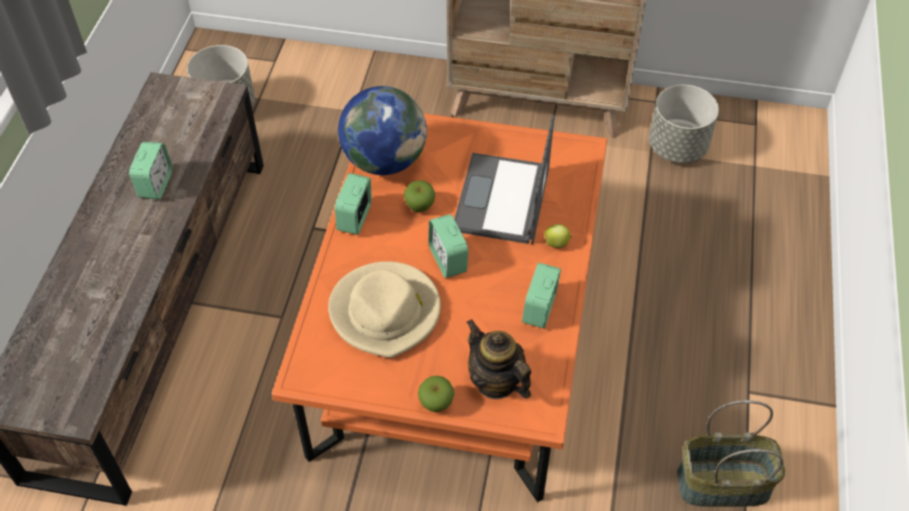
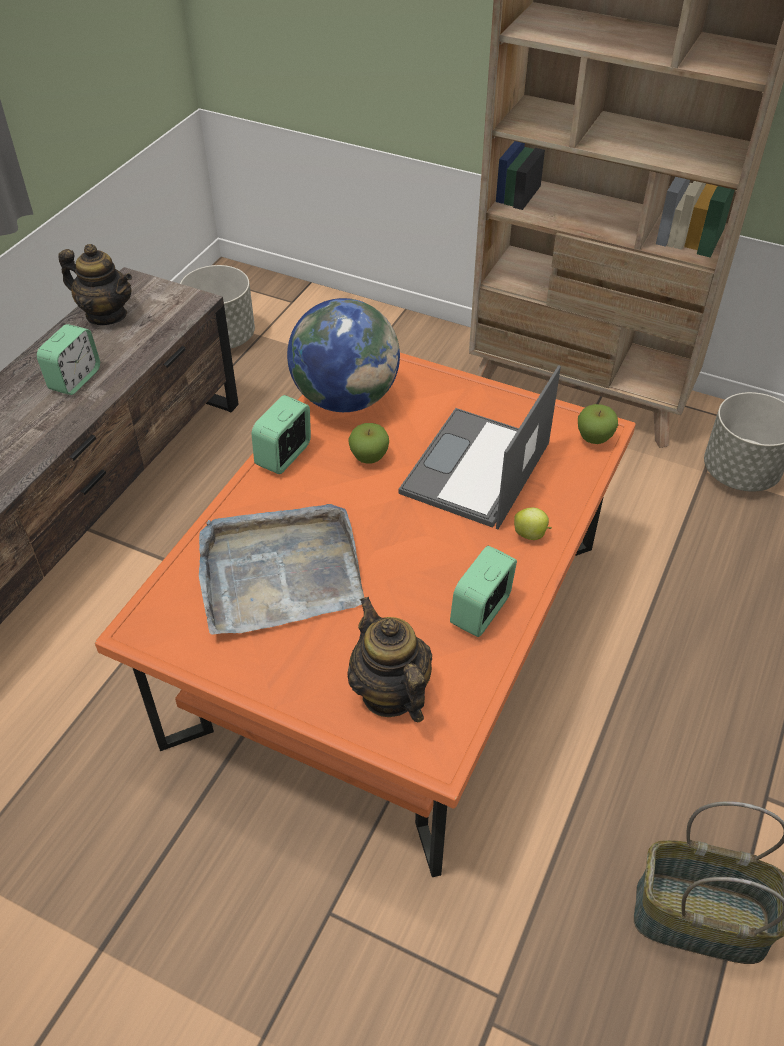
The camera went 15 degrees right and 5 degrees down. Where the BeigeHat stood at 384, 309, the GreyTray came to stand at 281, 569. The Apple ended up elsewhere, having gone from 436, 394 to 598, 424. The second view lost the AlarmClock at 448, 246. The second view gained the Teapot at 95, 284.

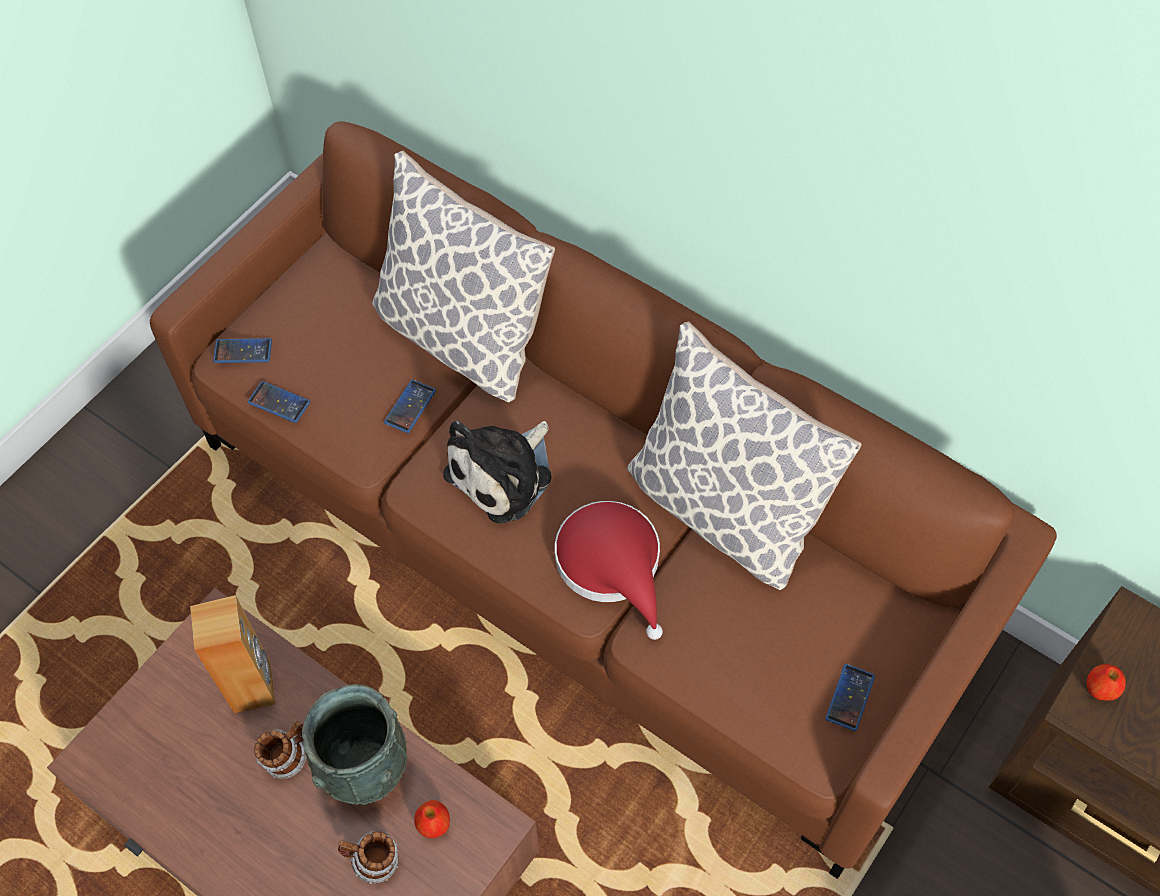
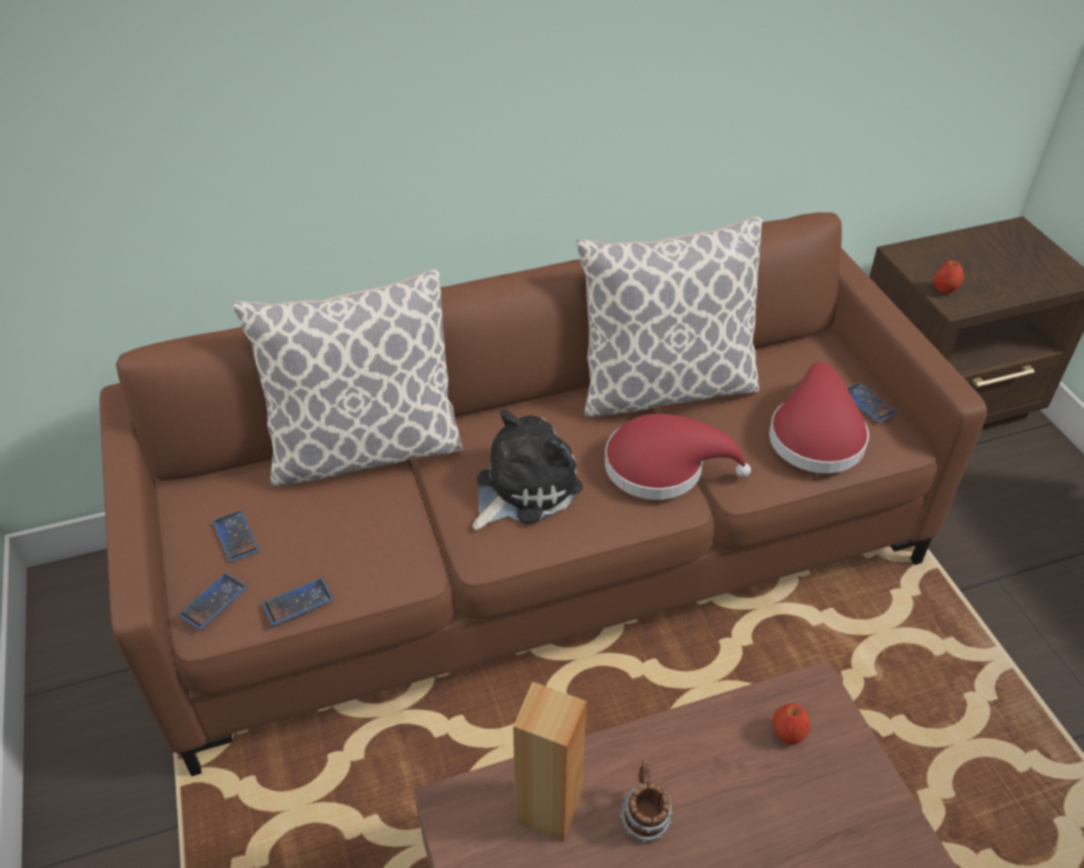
The camera went 55 degrees left and 15 degrees down. The second view lost the GreyVase at 355, 744. The second view lost the Mug at 368, 857. The Phone ended up elsewhere, having gone from 410, 406 to 235, 536. The PlushToy at 497, 472 ended up facing another way, 120 degrees counterclockwise from before. The second view gained the RedHat at 819, 417.

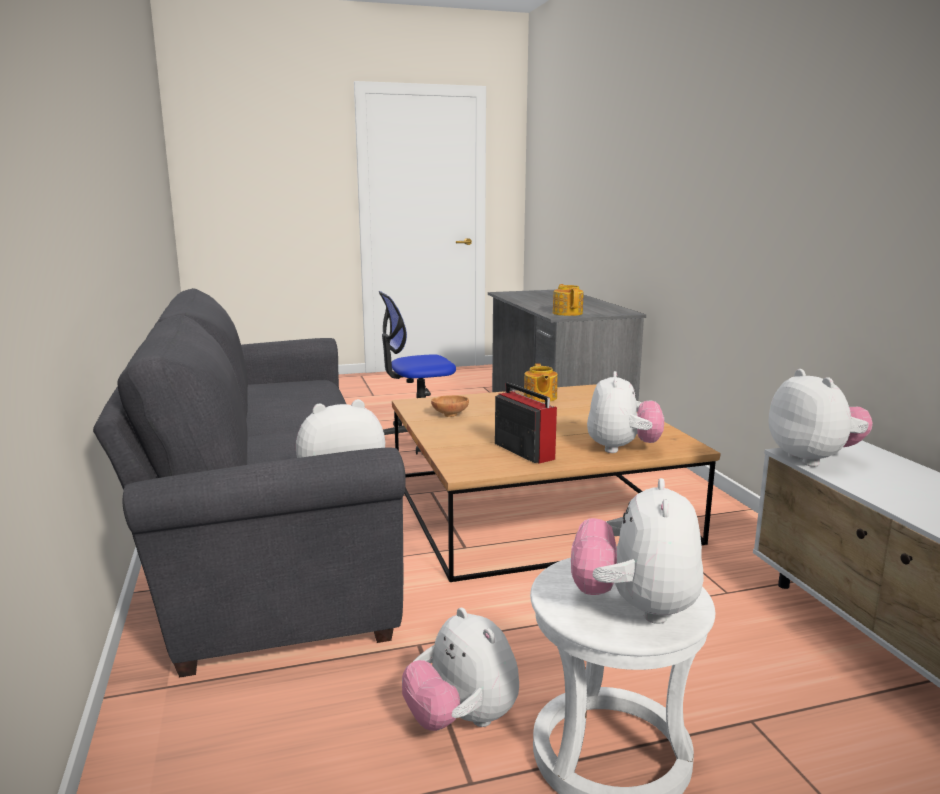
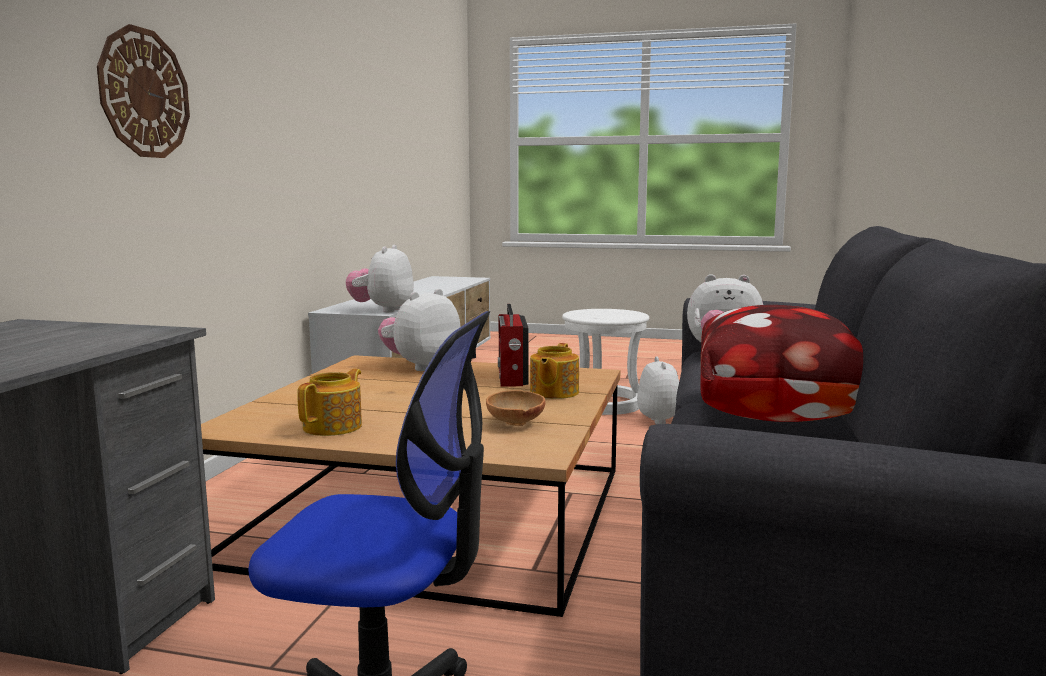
The camera went 150 degrees left and 5 degrees down. The Teapot ended up elsewhere, having gone from 568, 300 to 554, 371. The second view lost the PlushToy at 637, 551. The second view gained the WallClock at 143, 91. The second view gained the Pillow at 781, 363.

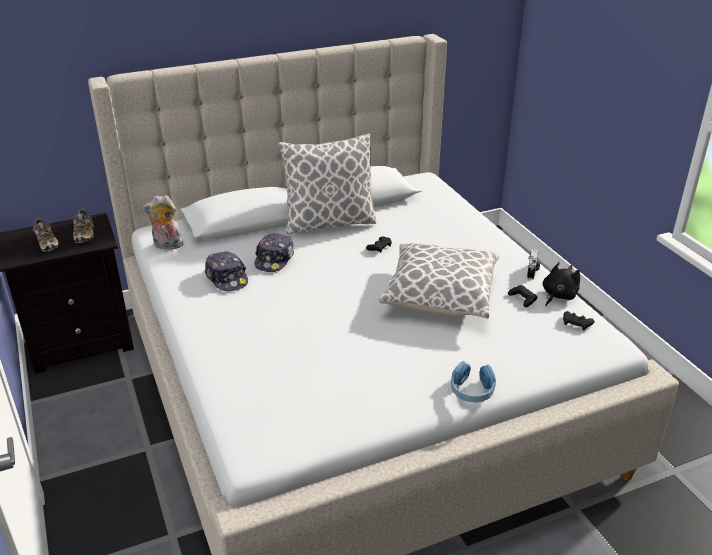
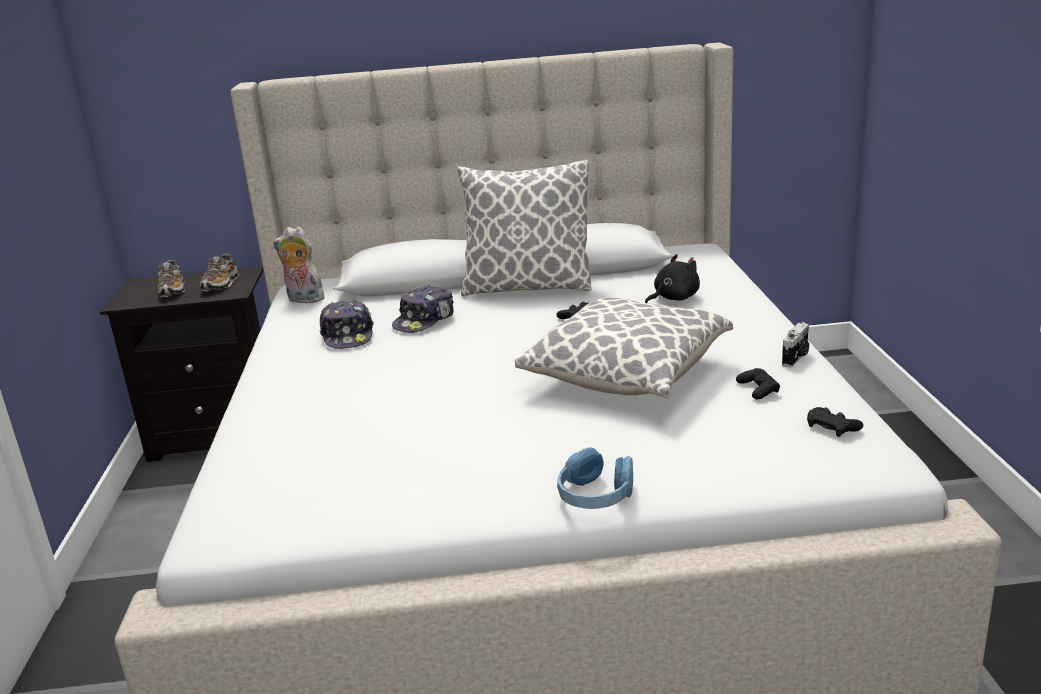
The camera went 20 degrees right and 10 degrees down. The BlackPlushToy ended up elsewhere, having gone from 561, 284 to 672, 278.

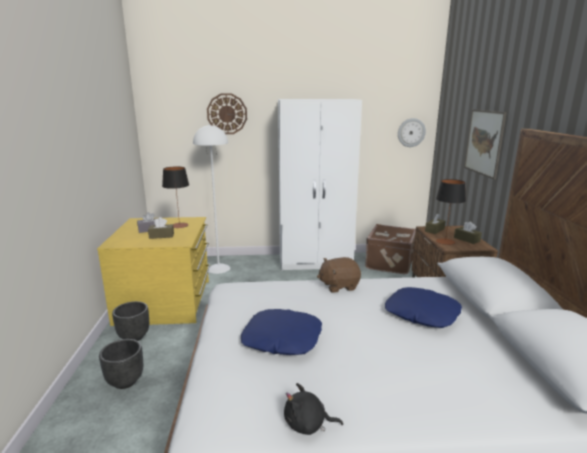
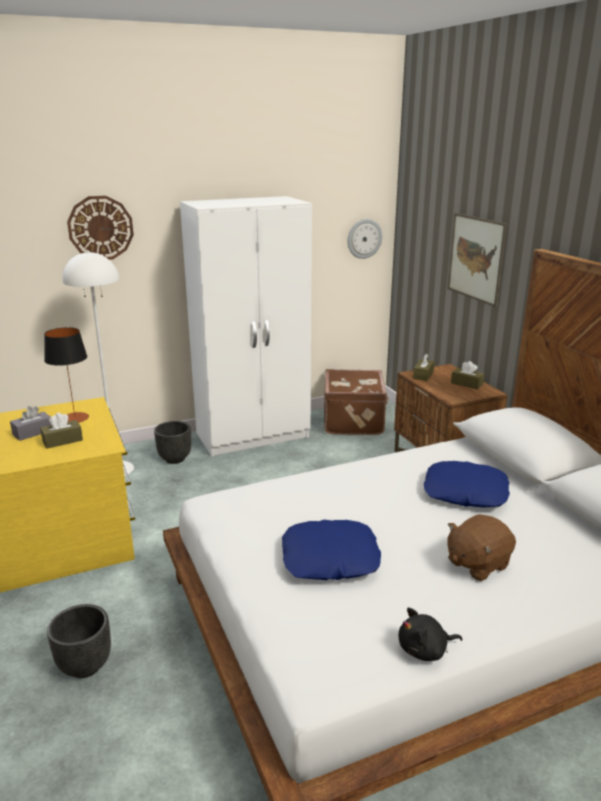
The camera went 20 degrees left and 5 degrees up. The BlackPlanter ended up elsewhere, having gone from 130, 321 to 172, 442. The BrownPlushToy ended up elsewhere, having gone from 339, 275 to 481, 547. The second view lost the TableLamp at 451, 212.

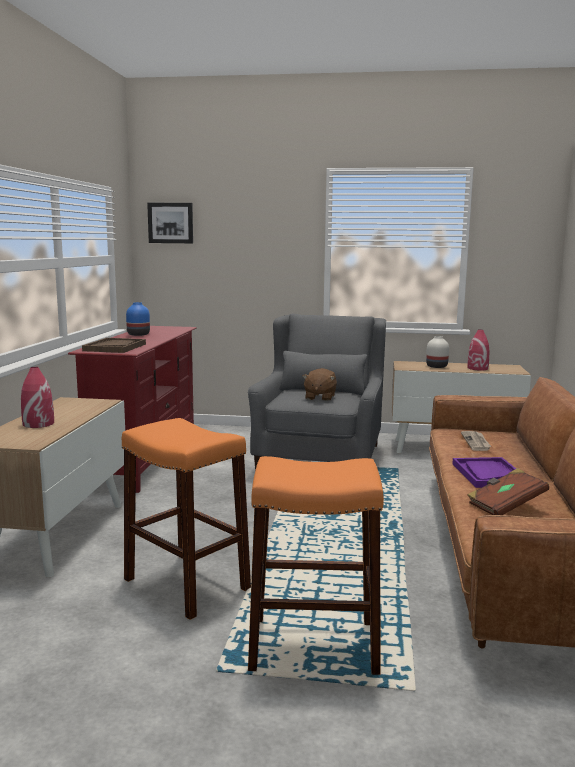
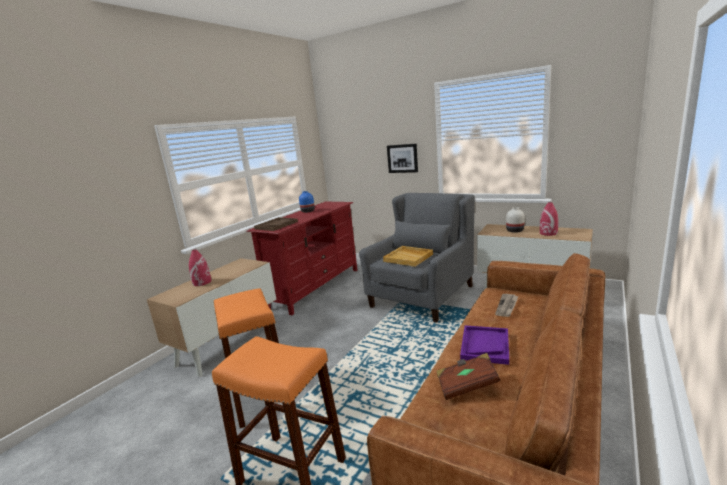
The camera went 25 degrees right and 5 degrees up. The Picture ended up elsewhere, having gone from 170, 223 to 402, 158. Where the BrownPlushToy stood at 319, 384, the BeigeTray came to stand at 408, 256.

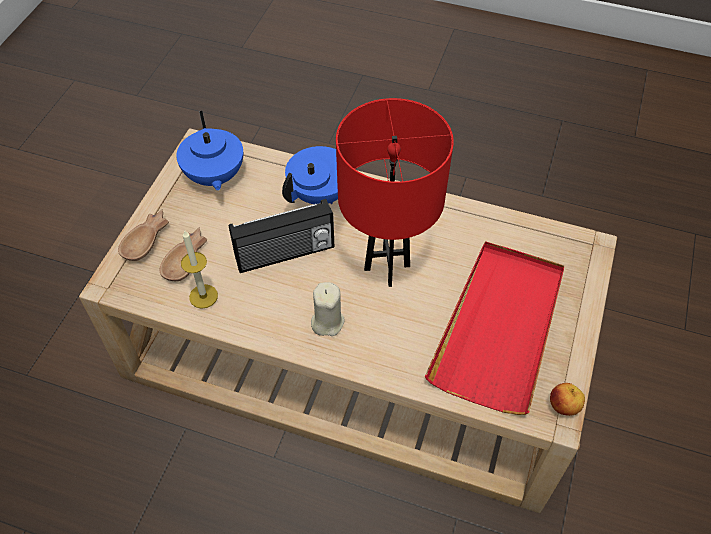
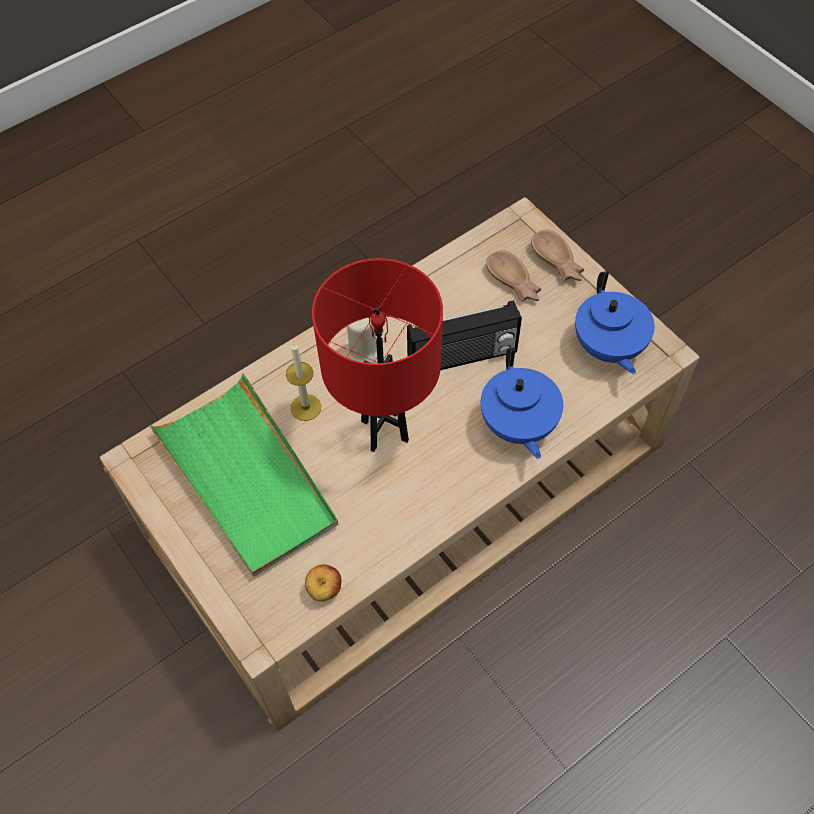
The camera went 125 degrees right and 5 degrees up. The BlueTeapot at 209, 151 ended up facing another way, 120 degrees counterclockwise from before. The Candle ended up elsewhere, having gone from 199, 269 to 303, 381. The Radio at 281, 236 ended up facing another way, 120 degrees counterclockwise from before. What was the RedTray at 494, 328 turned into the GreenTray at 243, 474. The Apple ended up elsewhere, having gone from 567, 399 to 323, 583.

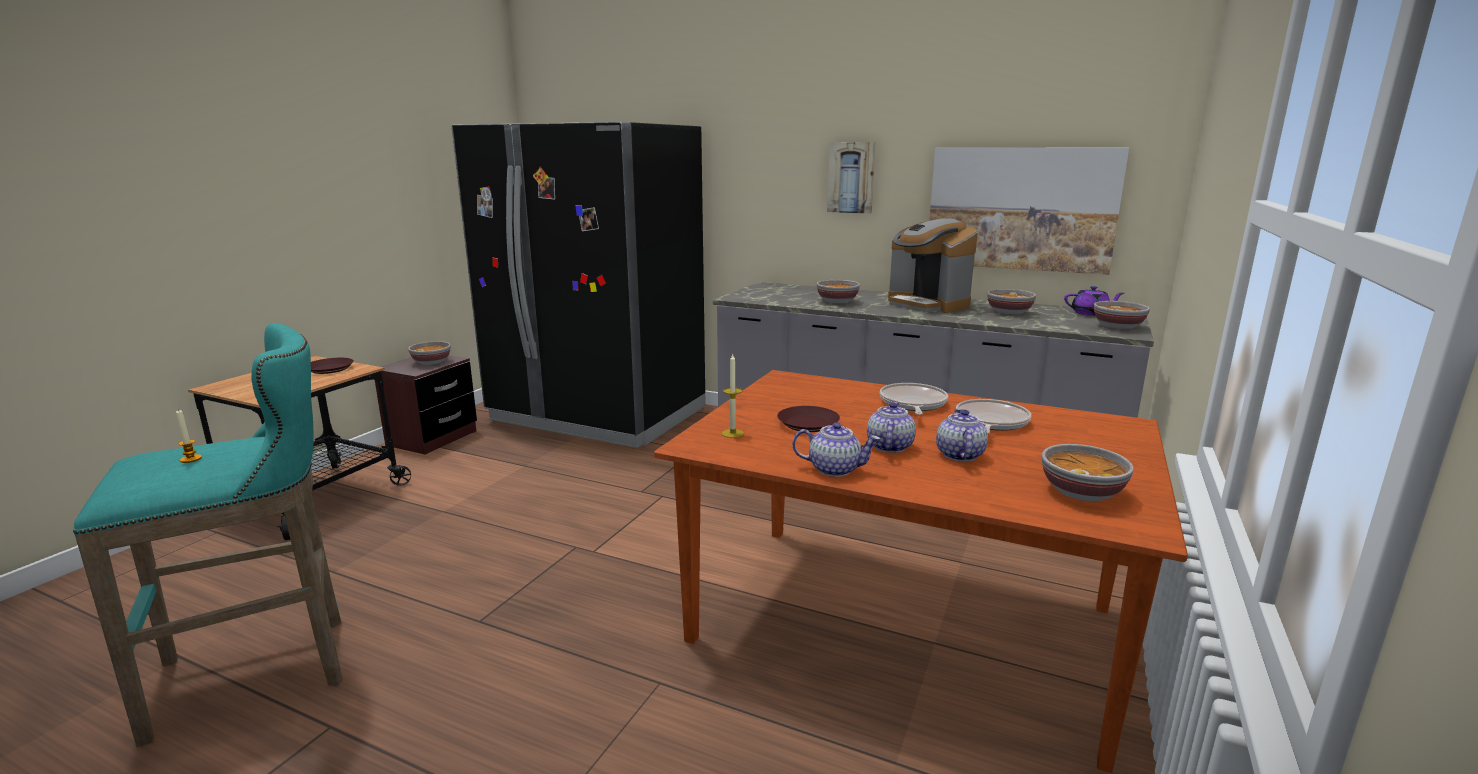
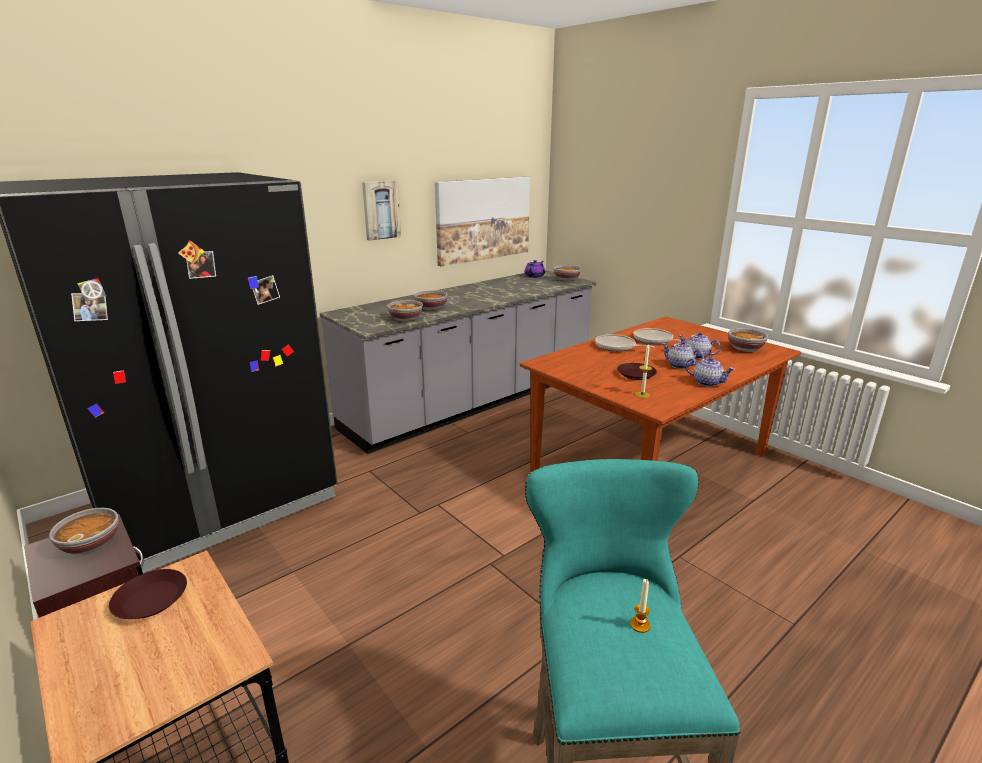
The camera went 65 degrees left and 5 degrees up. The Teapot at 836, 449 ended up facing another way, 90 degrees clockwise from before. The second view lost the CoffeeMachine at 933, 265. The Bowl ended up elsewhere, having gone from 1011, 302 to 405, 311.

